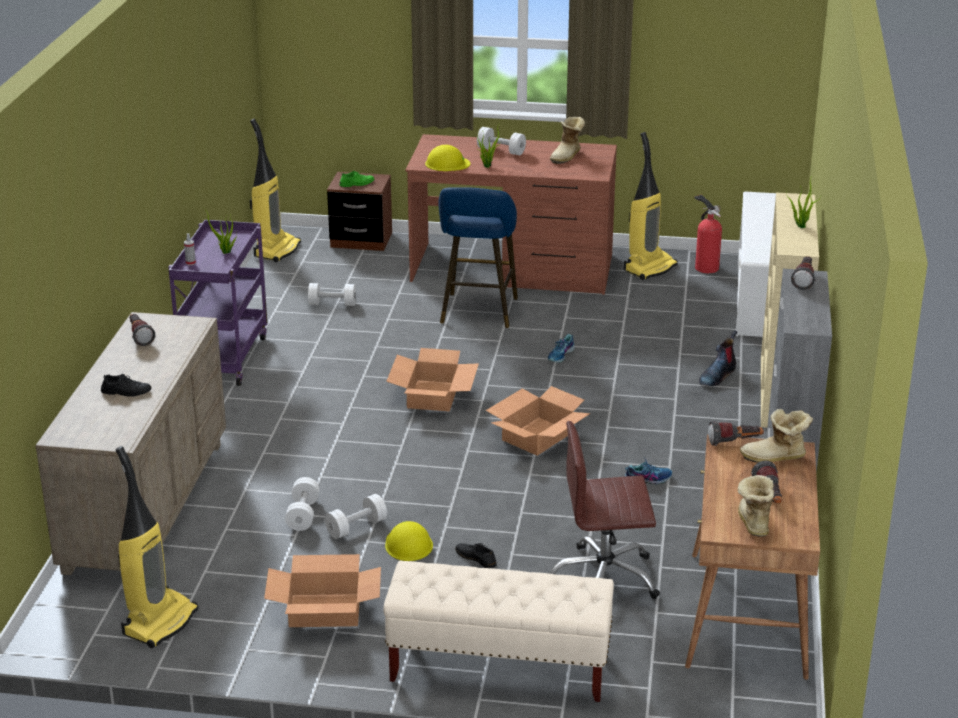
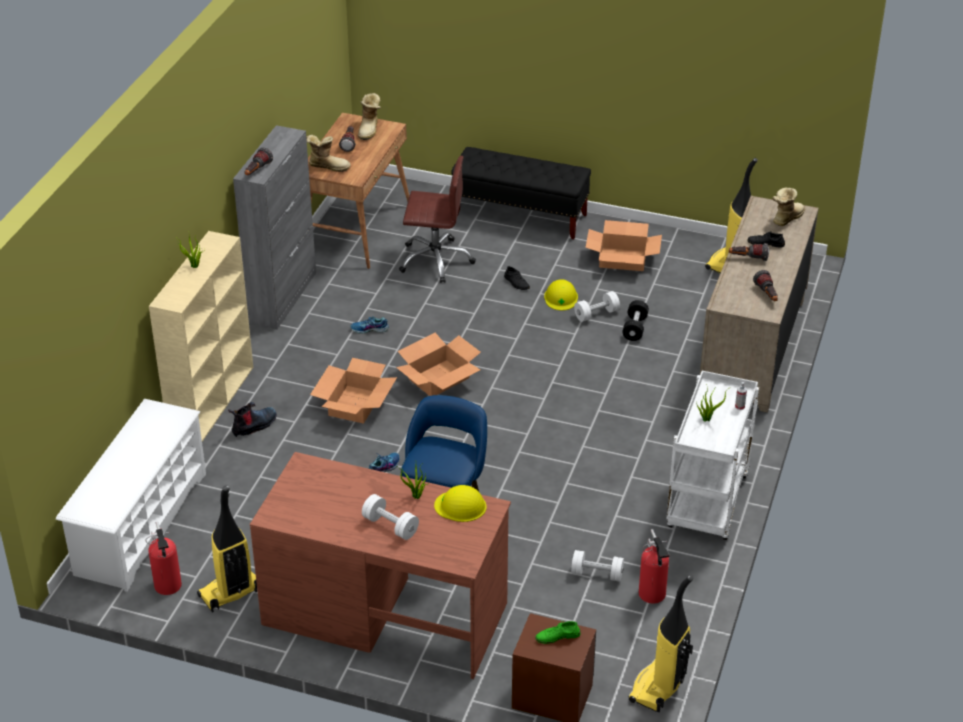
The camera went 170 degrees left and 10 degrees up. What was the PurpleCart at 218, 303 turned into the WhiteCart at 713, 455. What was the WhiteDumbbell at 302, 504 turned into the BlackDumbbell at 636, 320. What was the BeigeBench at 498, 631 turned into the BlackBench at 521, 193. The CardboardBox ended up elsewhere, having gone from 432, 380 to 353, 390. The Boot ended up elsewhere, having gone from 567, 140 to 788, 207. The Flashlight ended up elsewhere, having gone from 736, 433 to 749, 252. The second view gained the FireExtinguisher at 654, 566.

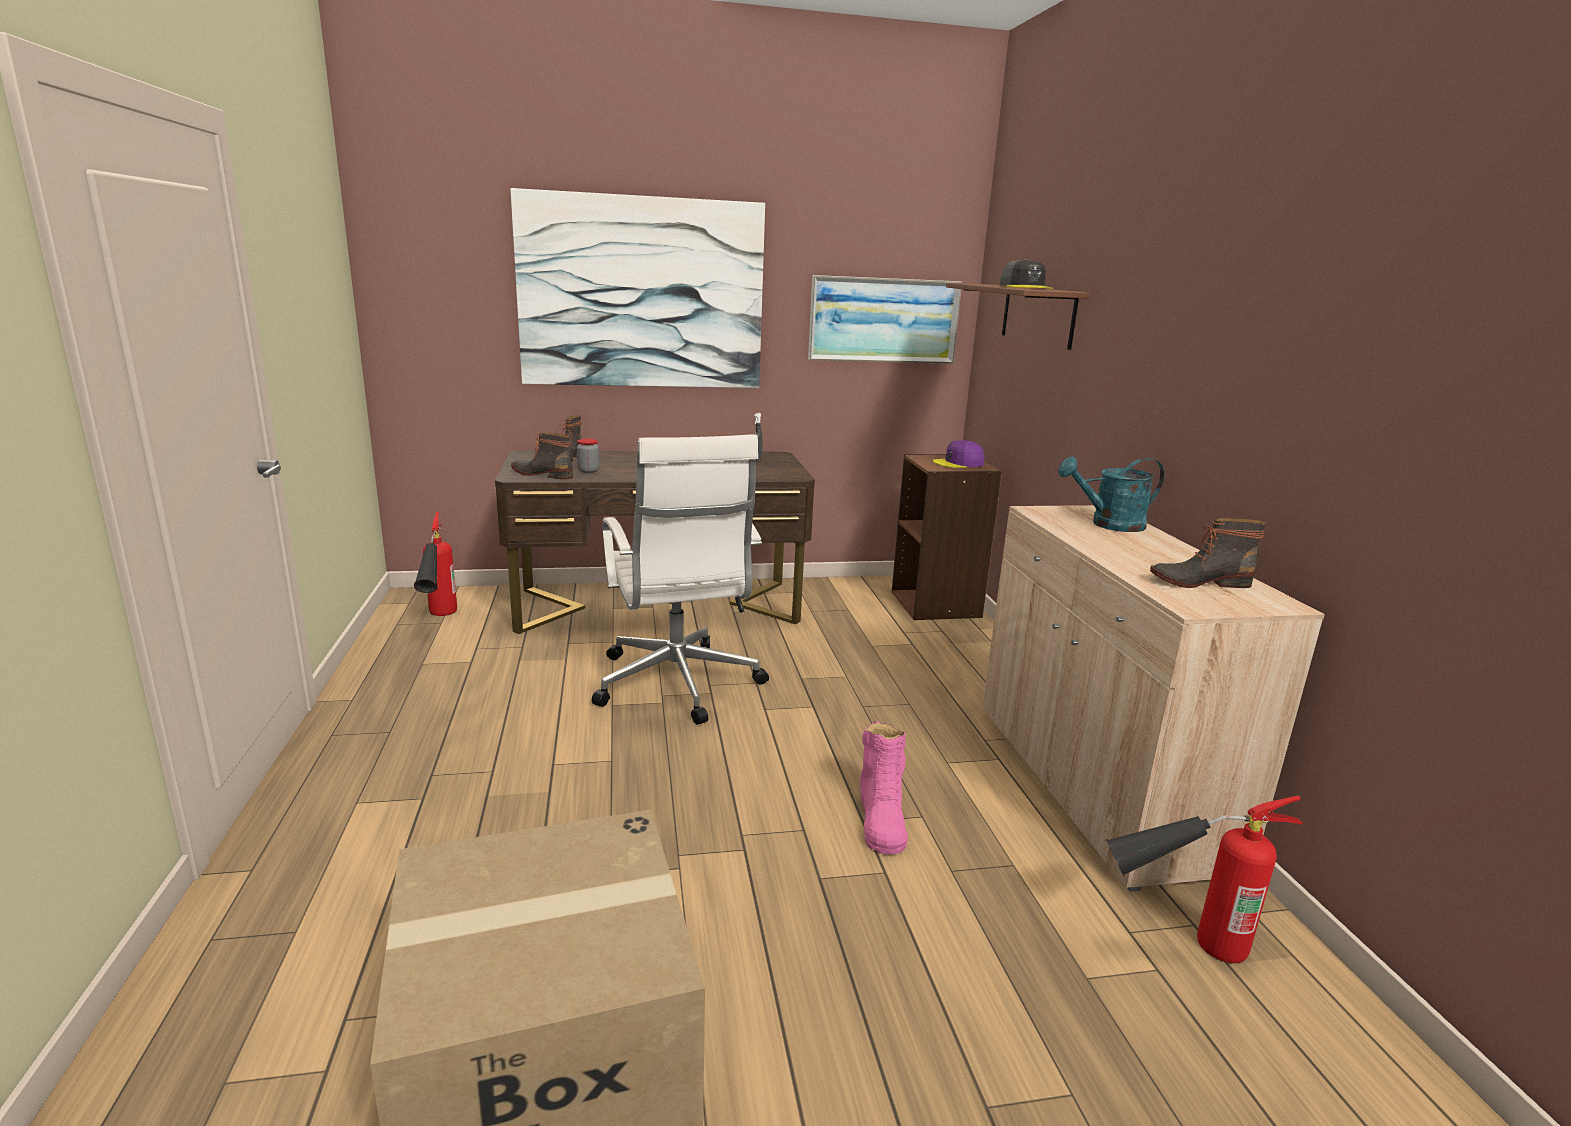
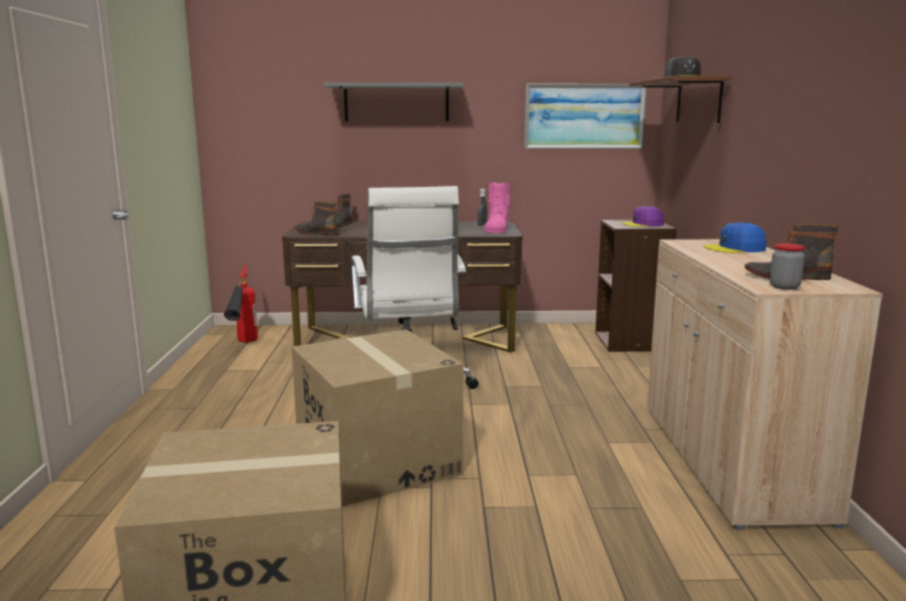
The camera went 10 degrees right and 5 degrees down. Where the Picture hung at 637, 288, the GreyShelf came to hang at 394, 102. The Jar ended up elsewhere, having gone from 588, 456 to 787, 266. The PinkBoot ended up elsewhere, having gone from 884, 788 to 497, 208. Where the TurquoiseWateringCan stood at 1111, 494, the BlueCap came to stand at 735, 237. The second view lost the FireExtinguisher at 1204, 879. The second view gained the CardboardBox at 377, 417.

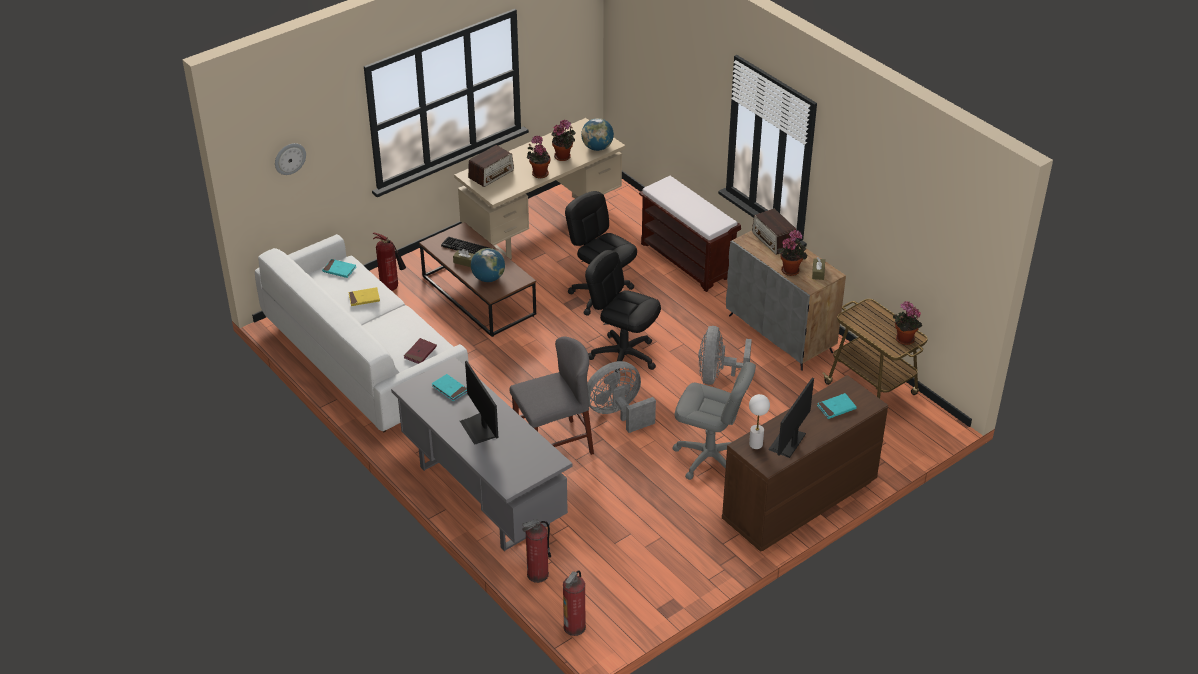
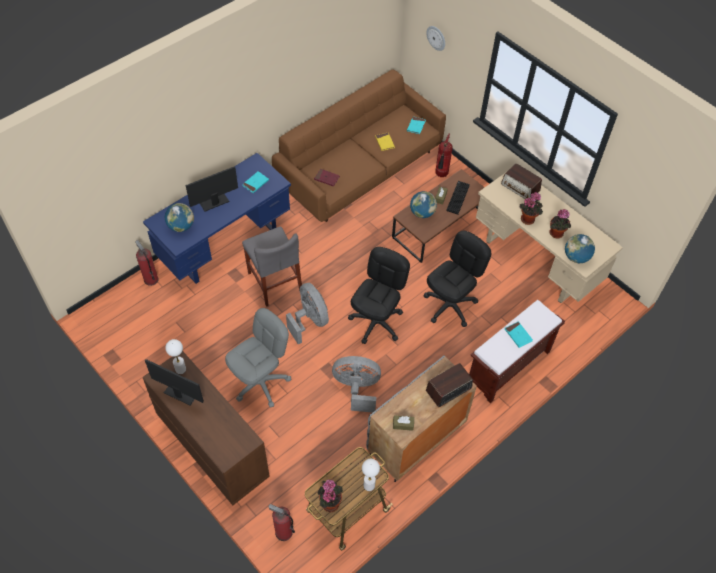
The camera went 85 degrees right and 15 degrees up. What was the WhiteSofa at 362, 333 turned into the BrownSofa at 359, 146. What was the GreyDesk at 481, 454 turned into the BlueDesk at 217, 218. The FireExtinguisher ended up elsewhere, having gone from 574, 603 to 281, 522. The GreyOfficeChair at 714, 421 ended up facing another way, 150 degrees counterclockwise from before. The second view lost the PottedPlant at 792, 253. The TurquoiseBook ended up elsewhere, having gone from 837, 406 to 519, 334. The second view gained the Globe at 179, 217. The second view gained the WhiteTableLamp at 371, 475.

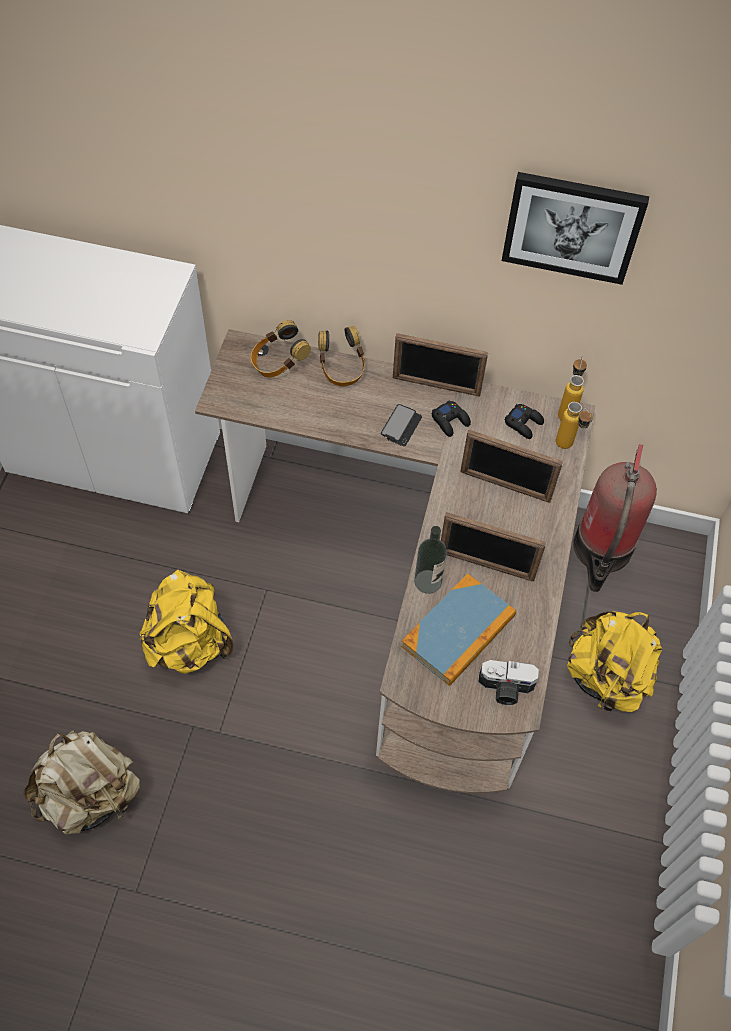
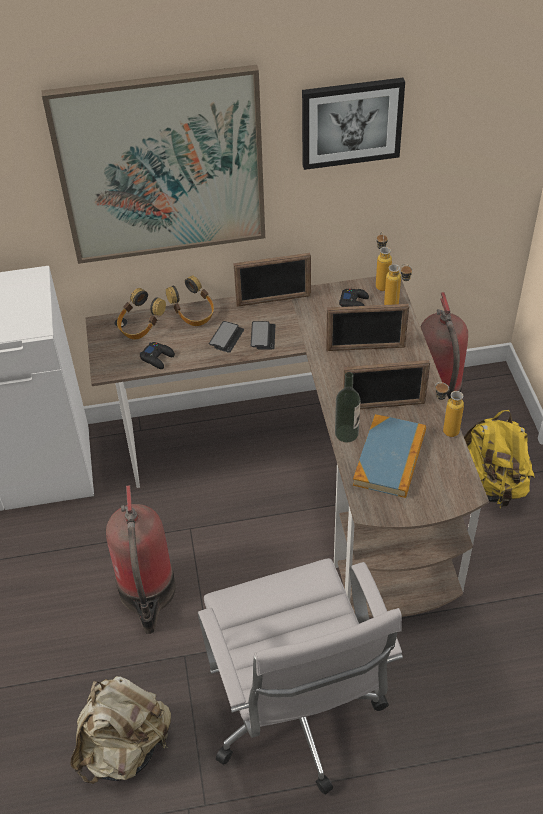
The camera went 20 degrees left and 10 degrees down. Where the YellowBackpack stood at 186, 622, the FireExtinguisher came to stand at 141, 559. The BlackGameController ended up elsewhere, having gone from 451, 418 to 157, 355. The second view lost the PhotoCamera at 508, 682. The second view gained the Picture at 153, 164. The second view gained the WhiteOfficeChair at 300, 676. The second view gained the Phone at 226, 336. The second view gained the Bottle at 449, 409.

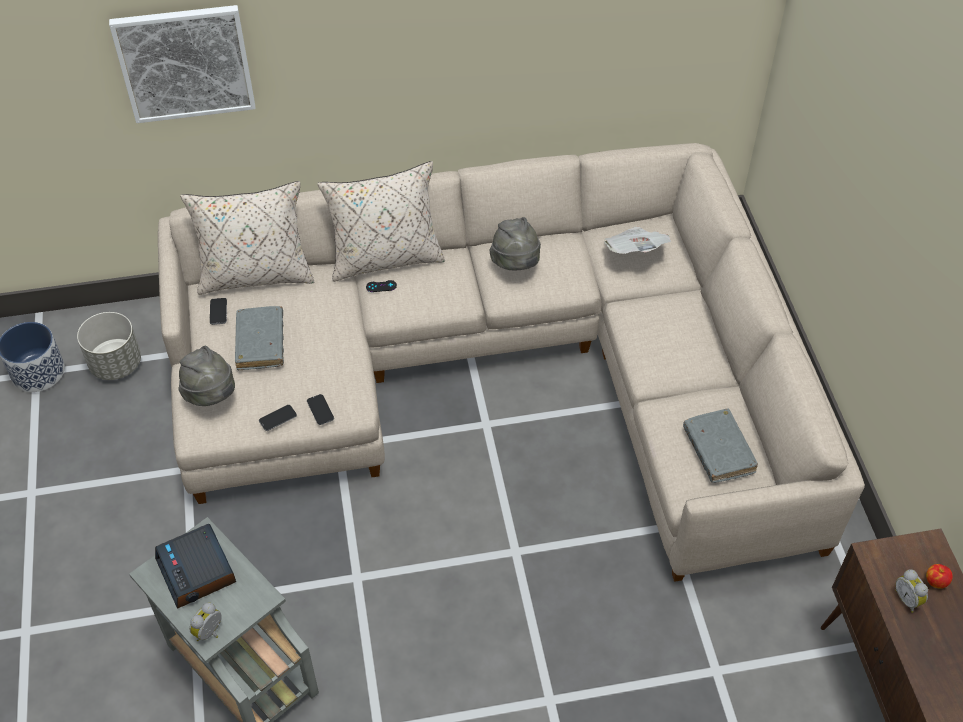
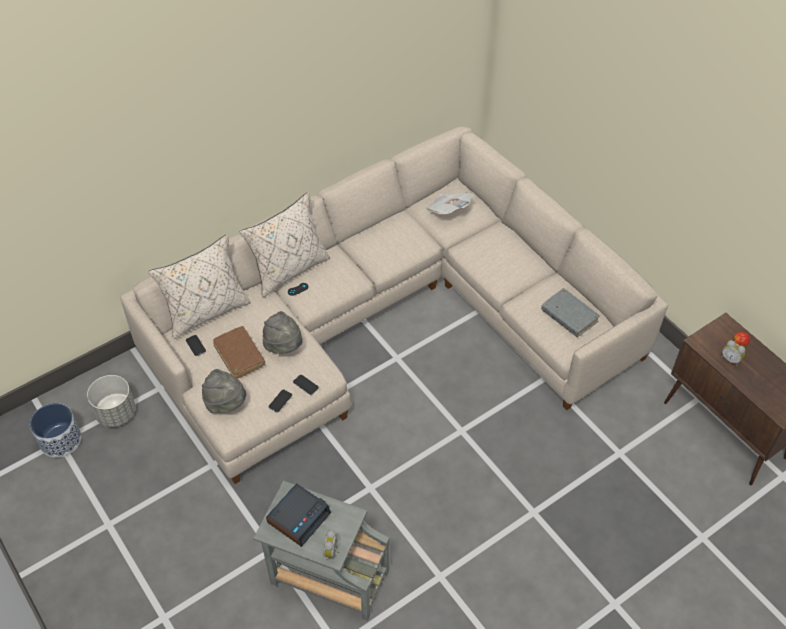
The camera went 25 degrees left and 0 degrees up. The second view lost the Picture at 182, 64. The AlarmClock at 195, 566 ended up facing another way, 90 degrees counterclockwise from before. What was the GreyBook at 259, 338 turned into the BrownBook at 239, 352. The GreyHat ended up elsewhere, having gone from 515, 243 to 283, 332.

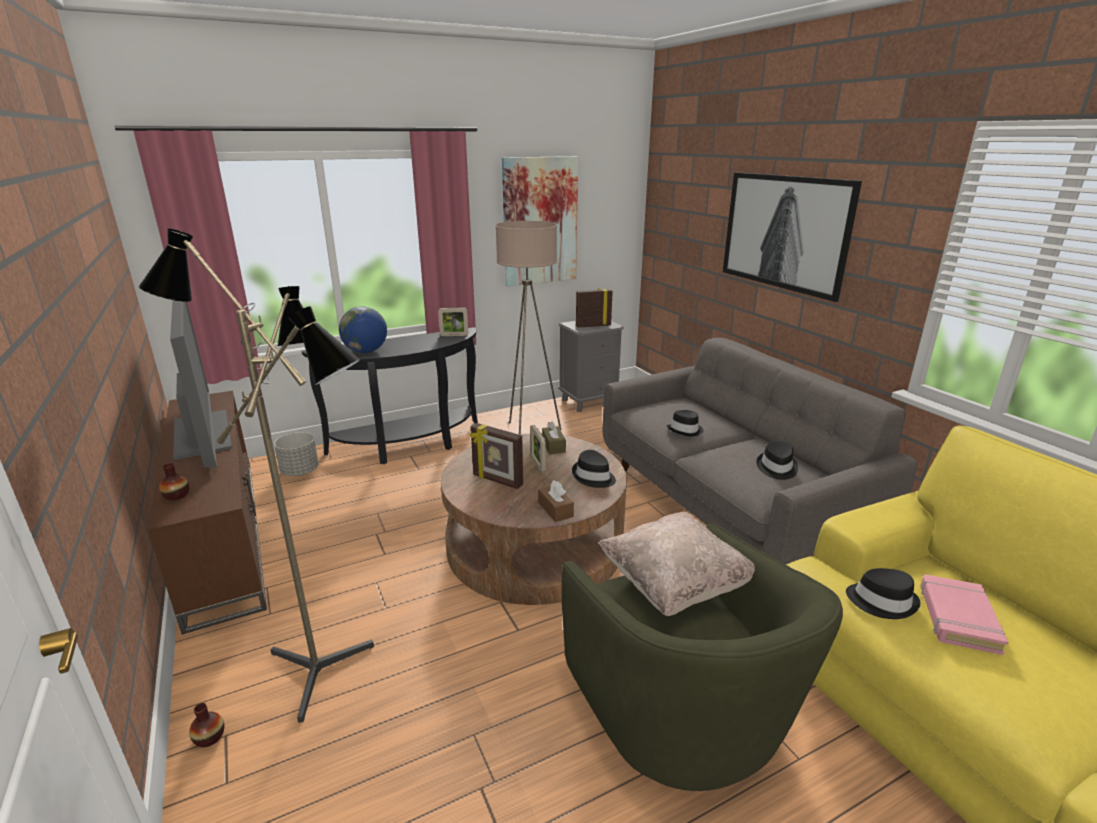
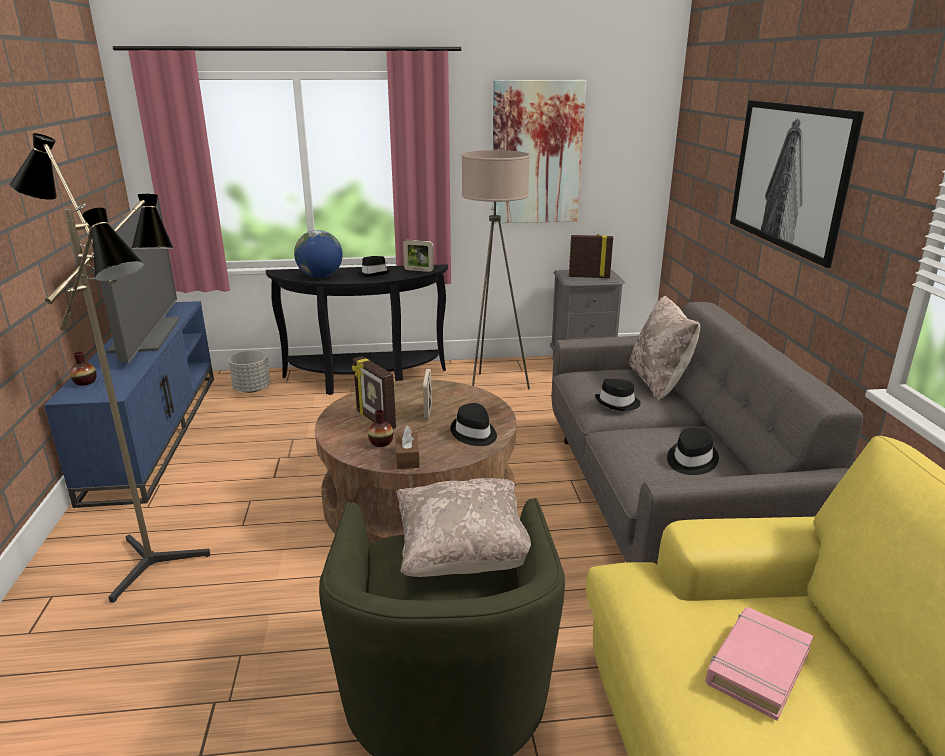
The camera went 20 degrees right and 0 degrees up. What was the BrownTvStand at 207, 513 turned into the BlueTvStand at 129, 404. The Vase ended up elsewhere, having gone from 206, 725 to 380, 428. The second view lost the BrownTissueBox at 554, 438. The BlackHat ended up elsewhere, having gone from 883, 593 to 374, 266. The second view gained the BeigePillow at 664, 348.

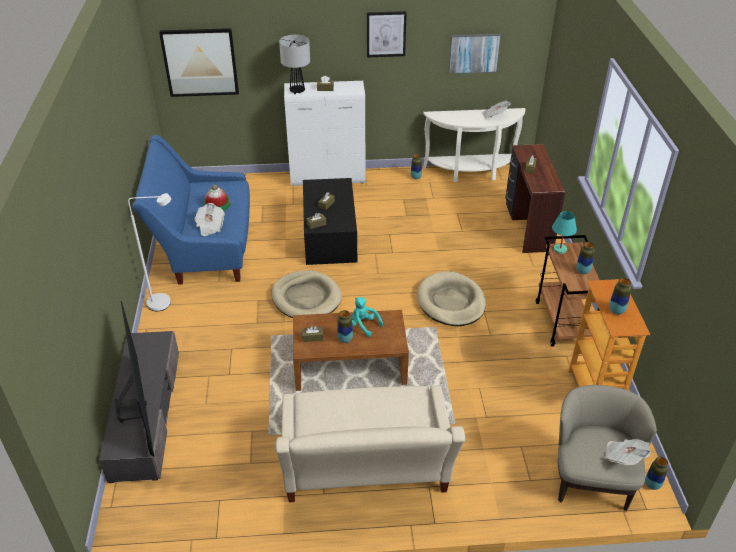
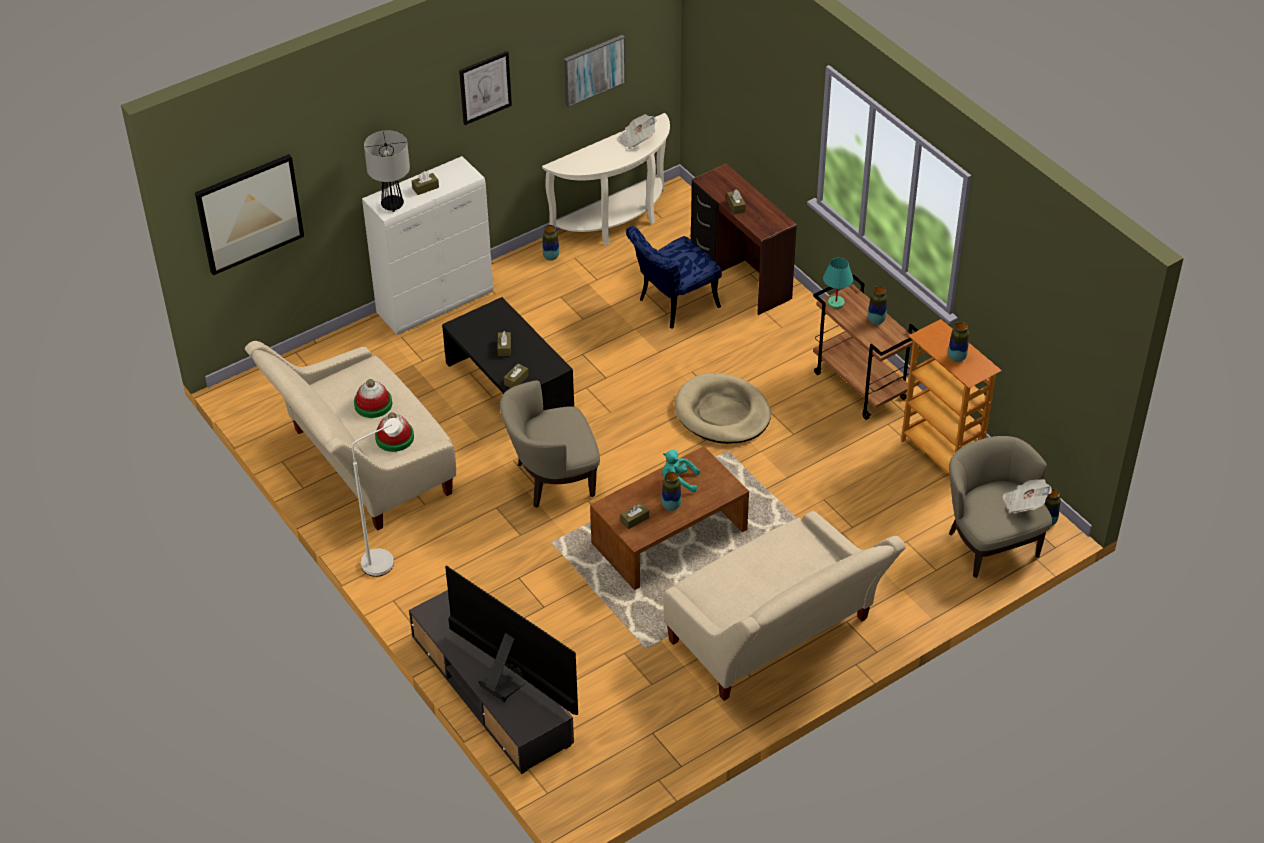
The camera went 30 degrees left and 5 degrees up. What was the BlueSofa at 191, 210 turned into the BeigeSofa at 350, 436. Where the Newspaper stood at 210, 219, the Hat came to stand at 394, 432. Where the BeigeDogBed stood at 306, 294, the BeigeArmchair came to stand at 550, 444. The second view gained the BlueChair at 674, 277.

